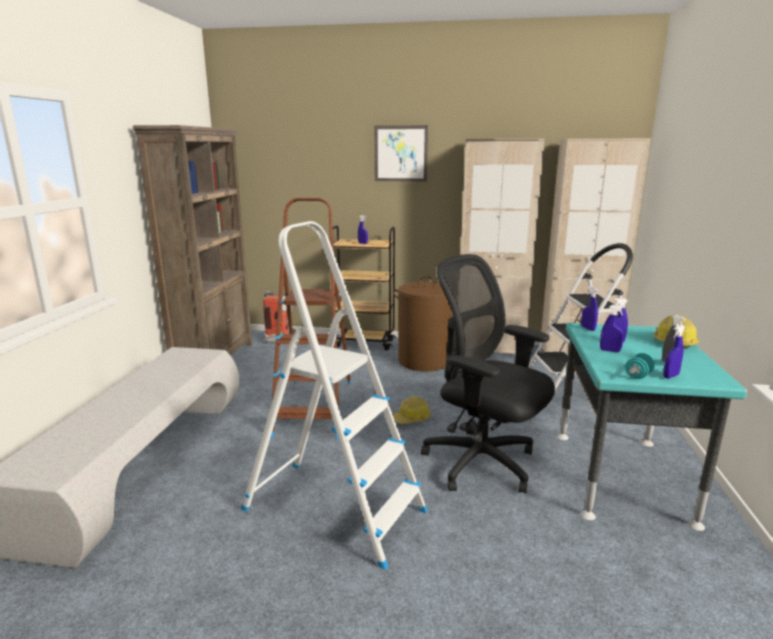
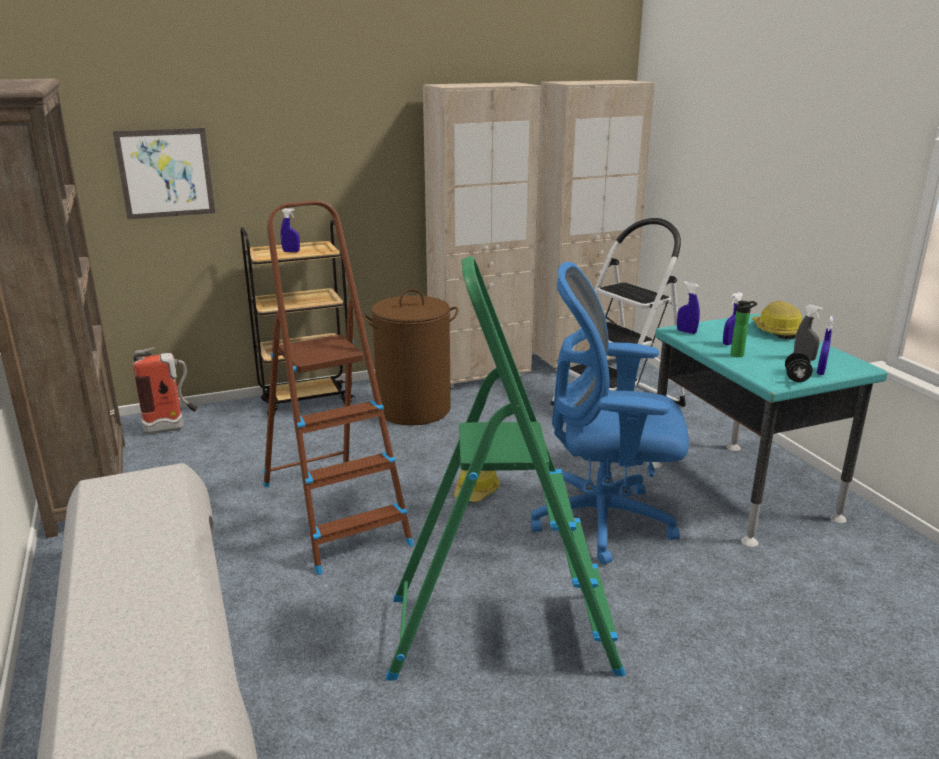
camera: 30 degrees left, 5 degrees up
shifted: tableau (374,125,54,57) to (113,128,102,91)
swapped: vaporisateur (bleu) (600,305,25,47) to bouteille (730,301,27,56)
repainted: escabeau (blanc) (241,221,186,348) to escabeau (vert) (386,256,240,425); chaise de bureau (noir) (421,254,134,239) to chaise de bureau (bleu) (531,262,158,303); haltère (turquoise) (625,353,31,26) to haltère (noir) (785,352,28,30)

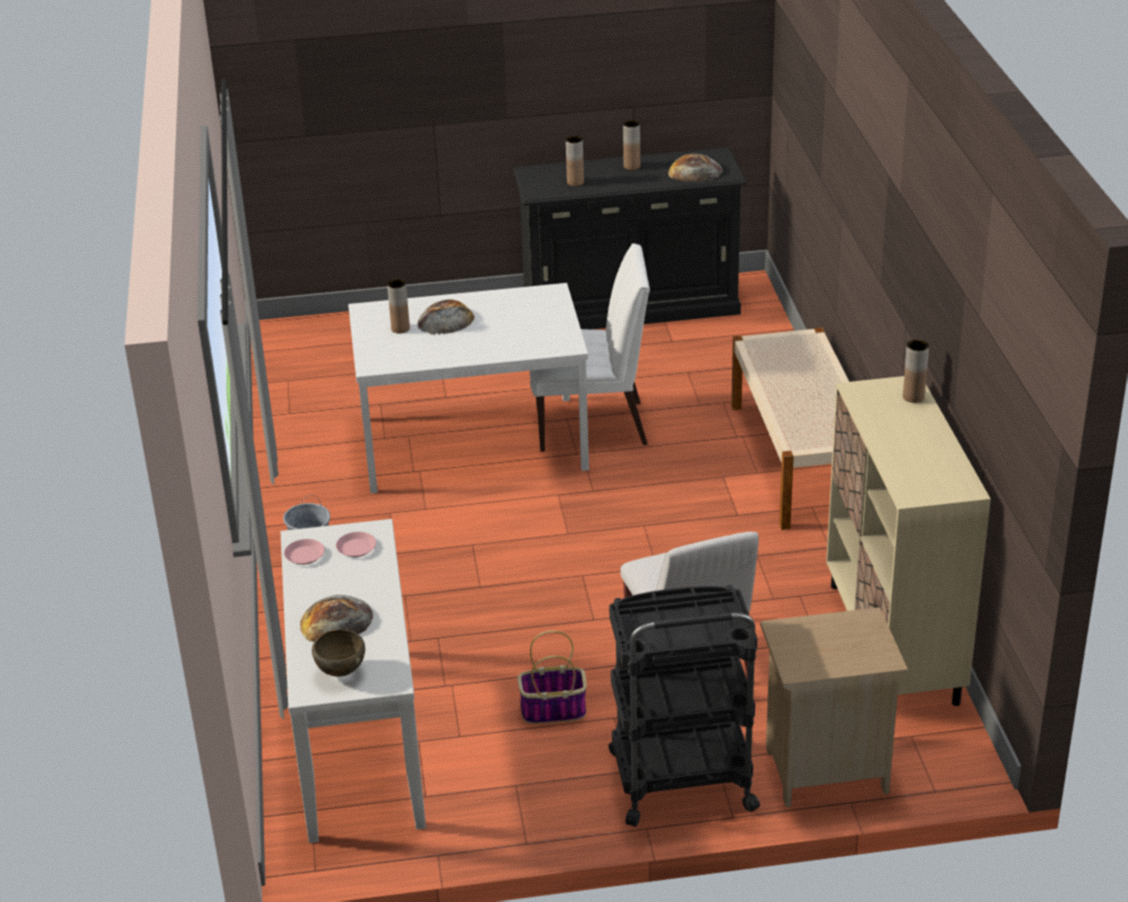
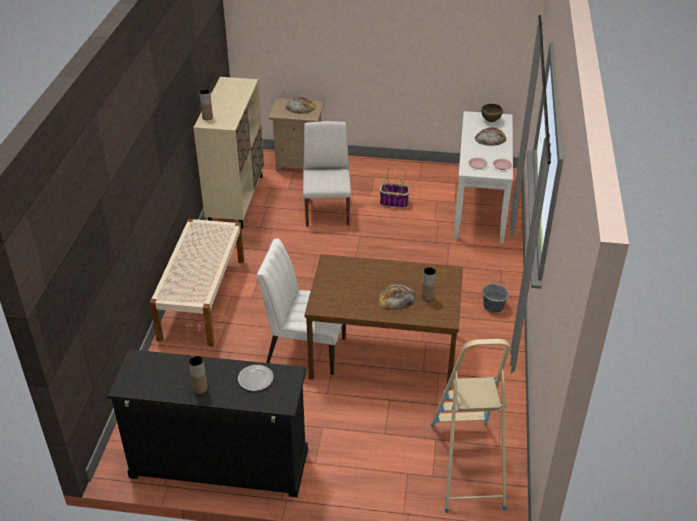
camera: 165 degrees left, 5 degrees up
gone: chariot (noir) (609,585,151,242)
new: escabeau (beige) (431,339,79,174)
shifted: pain (668,153,55,28) to (285,97,31,17)
swapped: vase (marron) (566,136,18,50) to assiette (238,365,36,26)
repainted: table à manger (blanc) (348,283,241,210) to table à manger (marron) (305,254,158,136)

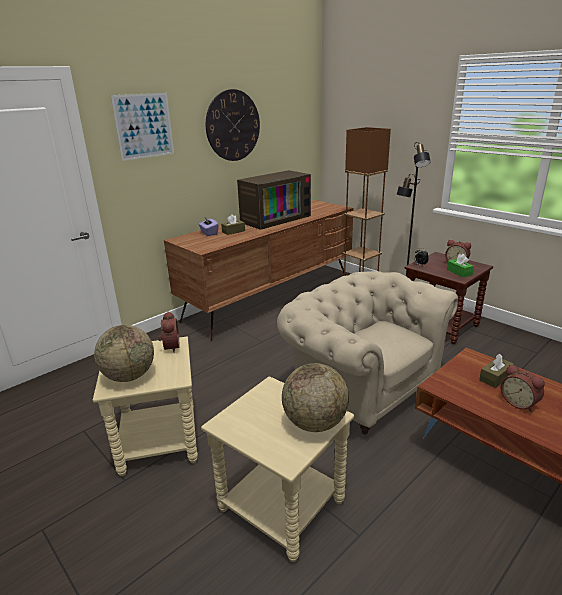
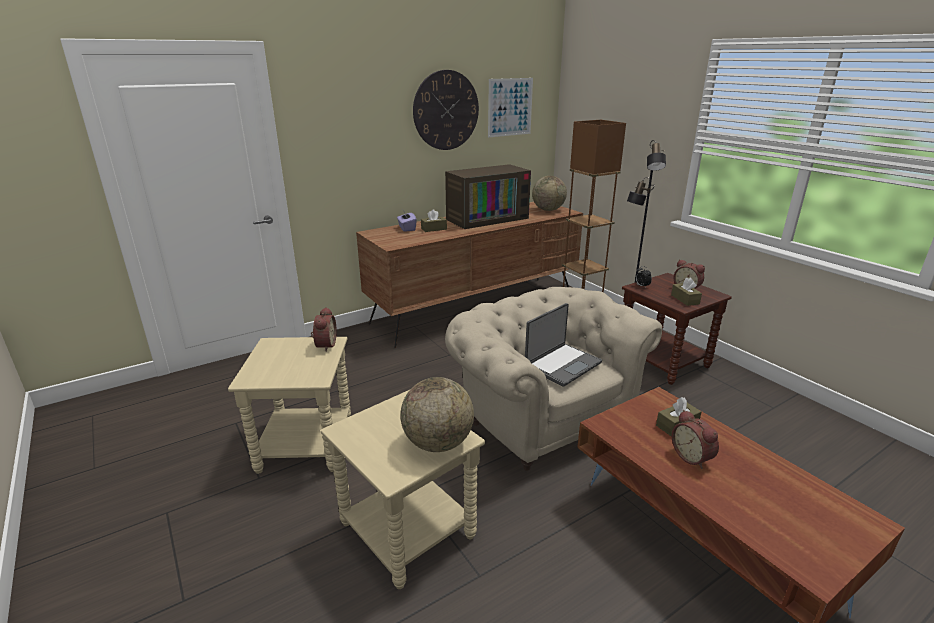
camera: 10 degrees right, 0 degrees up
new: ordinateur portable (525,303,77,84)
shifted: globe (94,325,60,57) to (532,176,35,35); tableau (111,93,63,68) to (488,78,45,60)
repainted: boîte à mouchoirs (vert) (447,254,27,23) to boîte à mouchoirs (marron) (671,278,31,28)

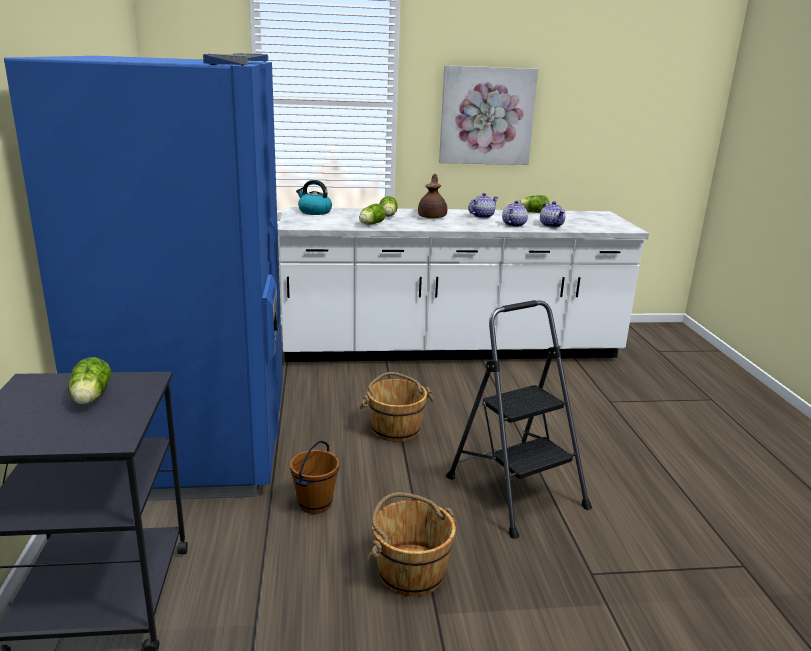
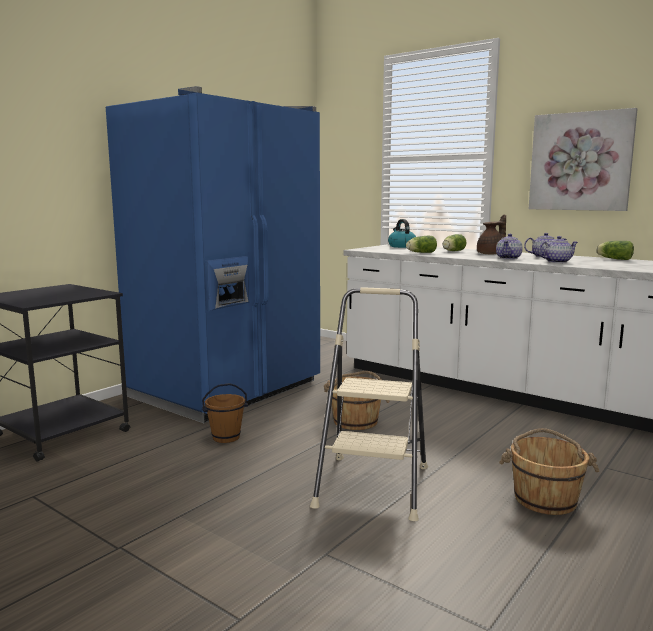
camera: 45 degrees right, 10 degrees down
gone: laitue (68,357,43,48)
shifted: seau (marron) (367,492,90,104) to (499,428,100,87); théière (540,201,26,27) to (496,234,27,25)
repainted: escabeau (noir) (446,300,146,239) to escabeau (beige) (310,287,118,234)

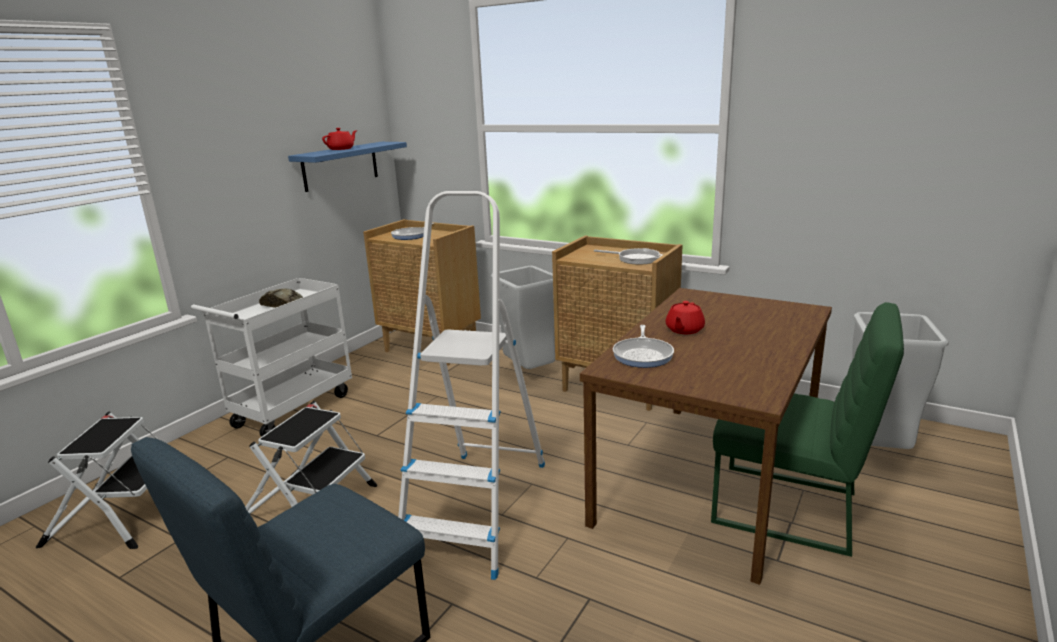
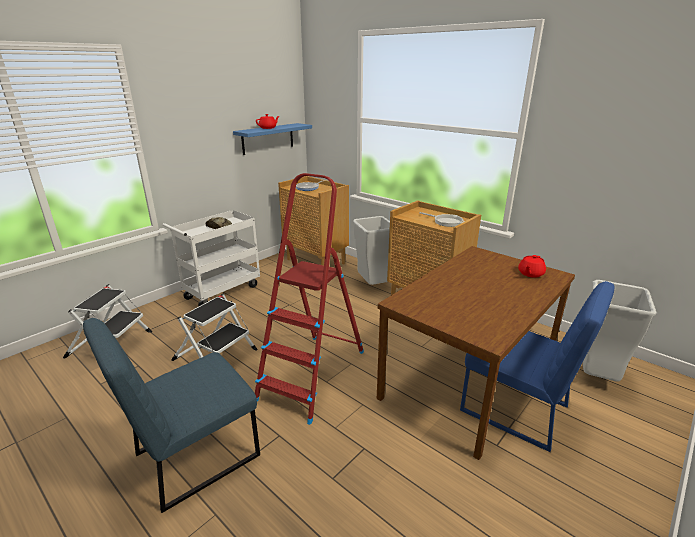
camera: 10 degrees right, 5 degrees up
gone: poêle (613,325,61,43)
shifted: théière (rouge) (665,301,40,33) to (518,255,28,23)
repainted: escabeau (blanc) (398,191,147,389) to escabeau (rouge) (255,173,109,252); chaise (vert) (711,302,193,255) to chaise (bleu) (460,281,154,171)

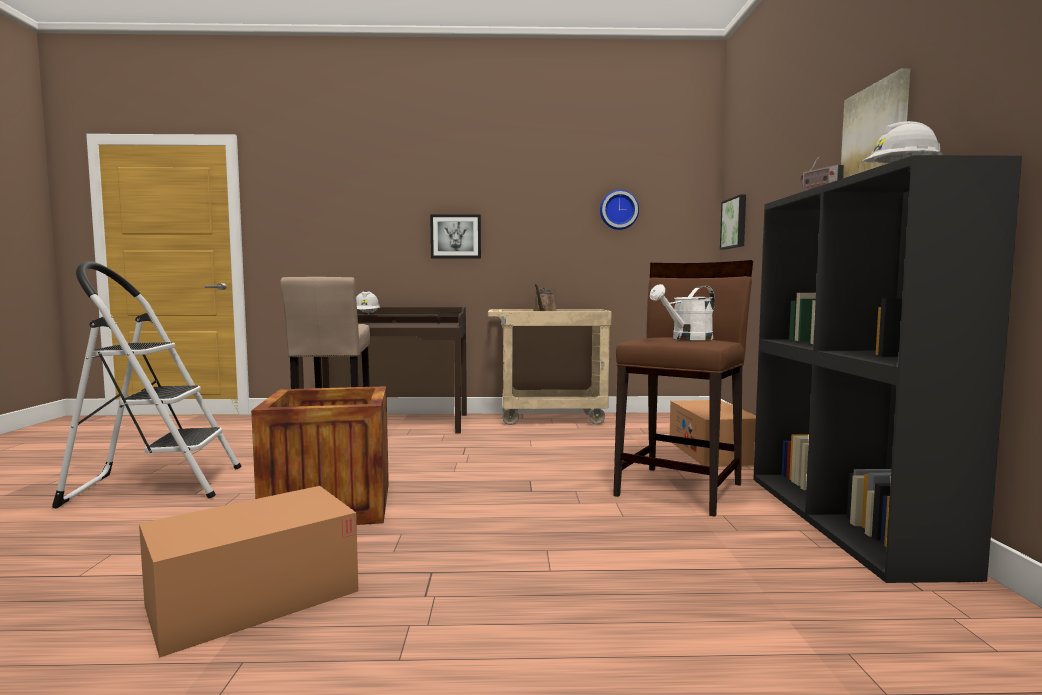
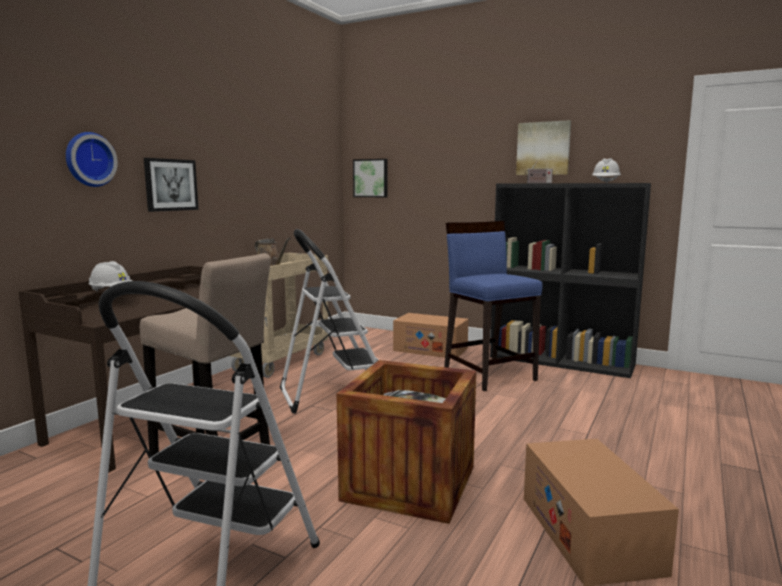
camera: 60 degrees left, 5 degrees up
gone: arrosoir (blanc) (650,284,65,56)
new: escabeau (280,229,98,185)
shifted: horloge murale (600,190,39,40) to (66,132,52,55)
repainted: tabouret (marron) (613,260,140,257) to tabouret (bleu) (444,221,99,170)

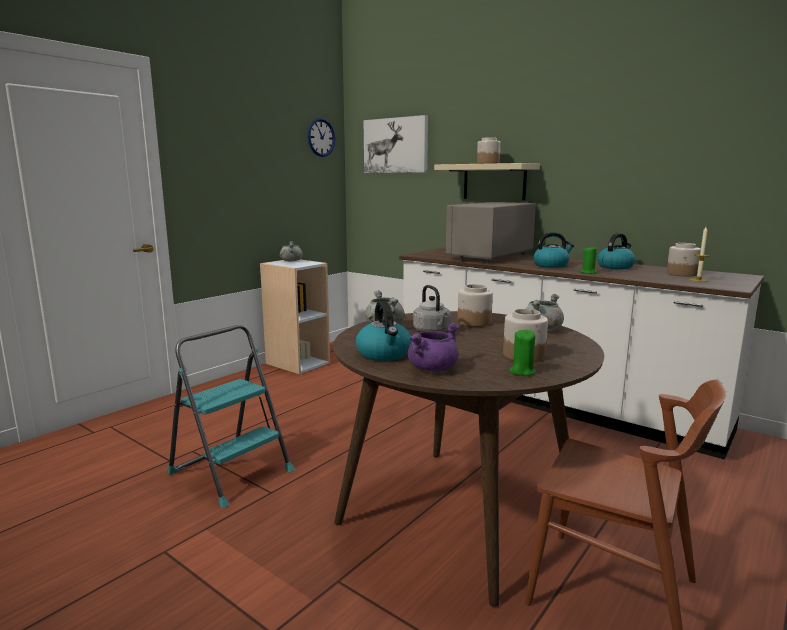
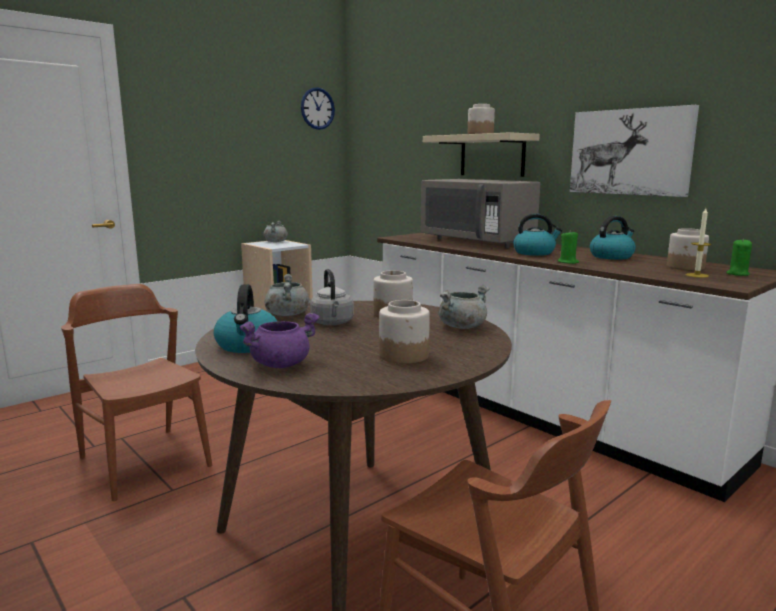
camera: 10 degrees right, 0 degrees up
shifted: tableau (364,115,64,58) to (570,105,129,92); bougie (vert) (510,329,26,47) to (726,238,26,38)
swapped: escabeau (turquoise) (168,325,127,183) to chaise (marron) (61,284,151,217)
rotated: micro-ondes (gris) (446,202,90,62) = (421,179,119,69) 90 degrees counterclockwise

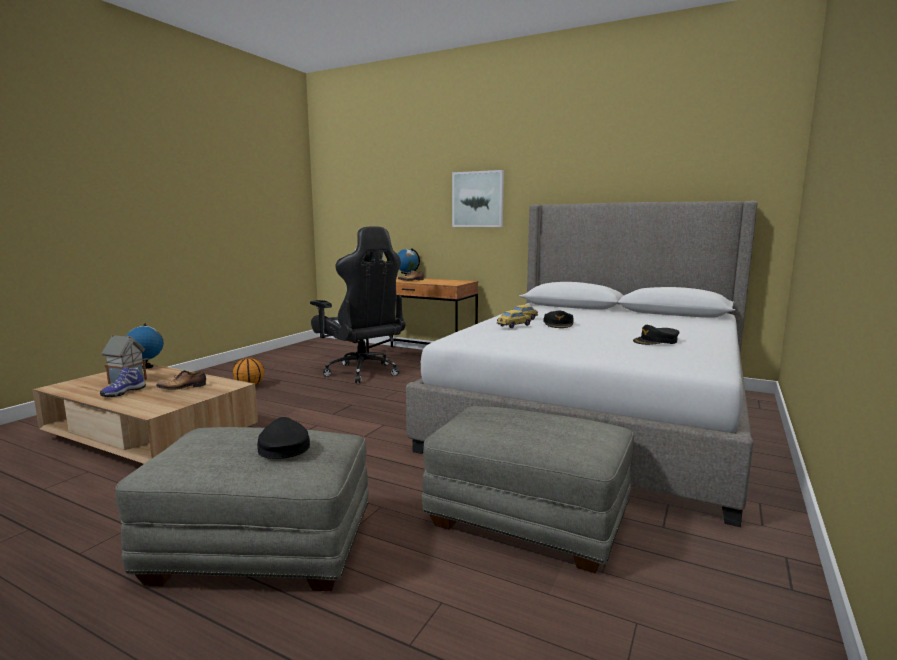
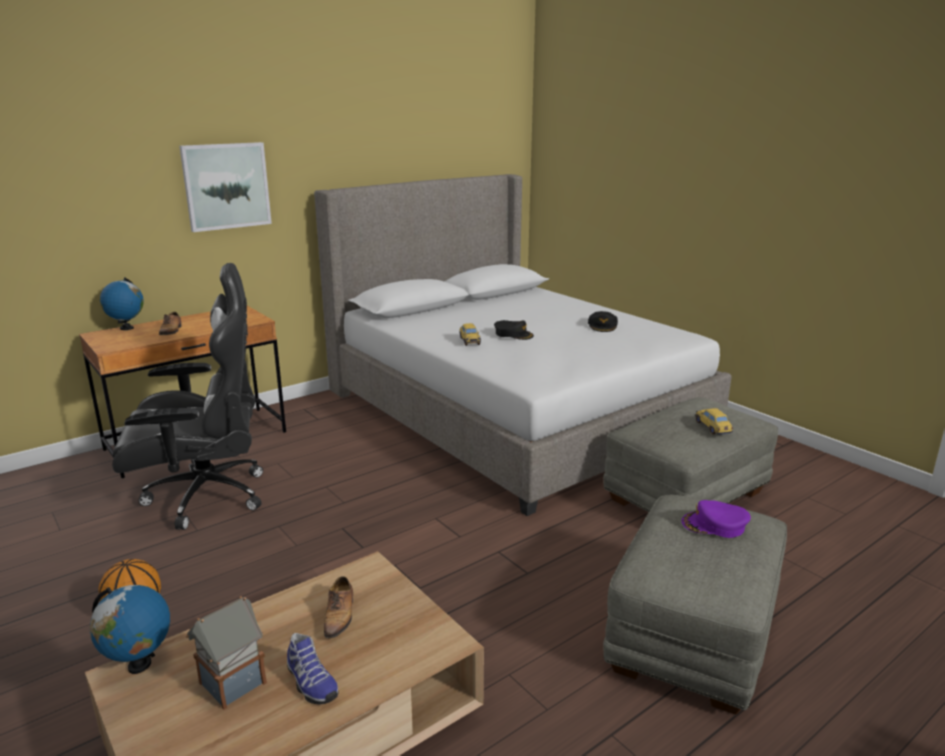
camera: 65 degrees left, 10 degrees up
shifted: petite voiture (497,310,34,18) to (695,408,38,26)
repainted: casquette (noir) (257,417,53,42) to casquette (violet) (682,500,69,38)

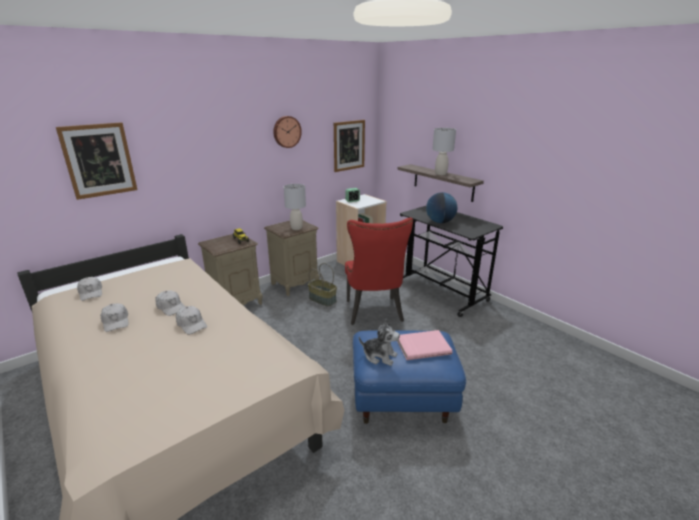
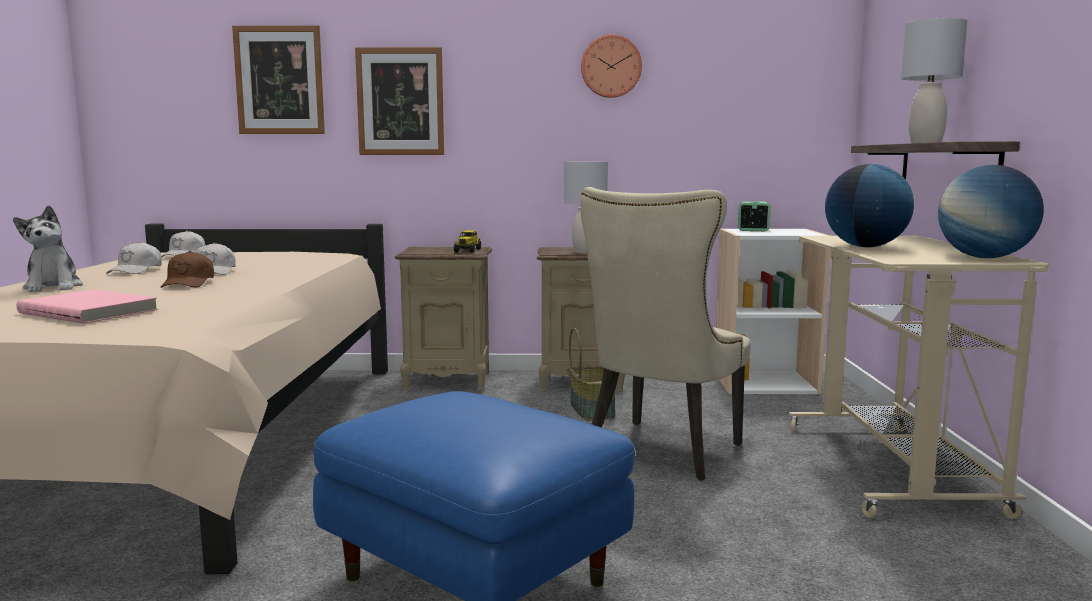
camera: 40 degrees right, 15 degrees down
new: globe (938,165,106,93)
shifted: tableau (334,120,31,52) to (355,47,89,108); peluche (359,319,41,47) to (13,205,70,87); livre (rose) (397,330,56,30) to (16,289,142,35)
repainted: casquette (blanc) (176,306,31,28) to casquette (marron) (160,251,54,37); chaise (rouge) (345,218,68,107) to chaise (beige) (581,187,170,294); bureau (noir) (400,206,103,111) to bureau (beige) (789,236,260,283)

